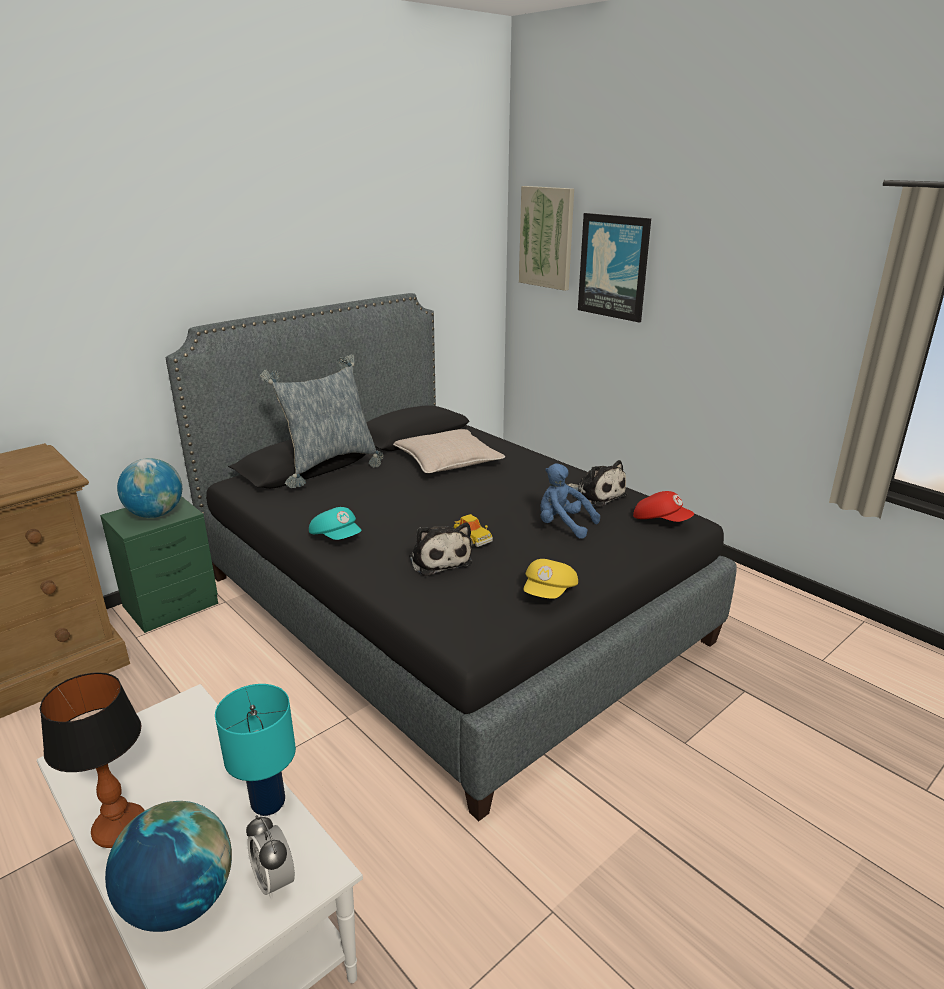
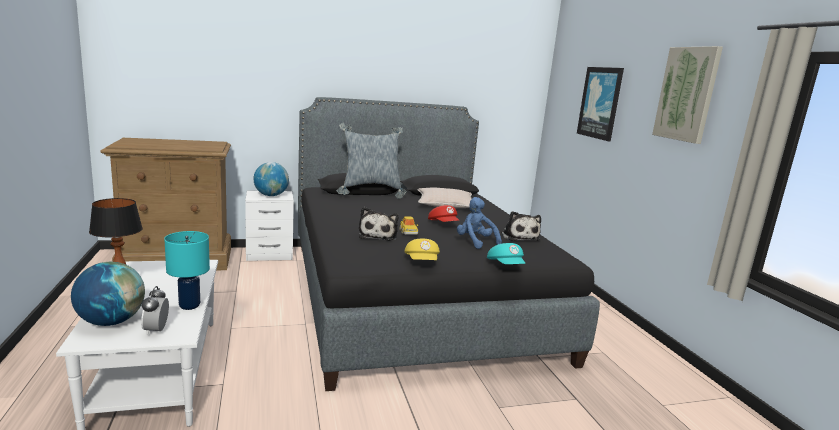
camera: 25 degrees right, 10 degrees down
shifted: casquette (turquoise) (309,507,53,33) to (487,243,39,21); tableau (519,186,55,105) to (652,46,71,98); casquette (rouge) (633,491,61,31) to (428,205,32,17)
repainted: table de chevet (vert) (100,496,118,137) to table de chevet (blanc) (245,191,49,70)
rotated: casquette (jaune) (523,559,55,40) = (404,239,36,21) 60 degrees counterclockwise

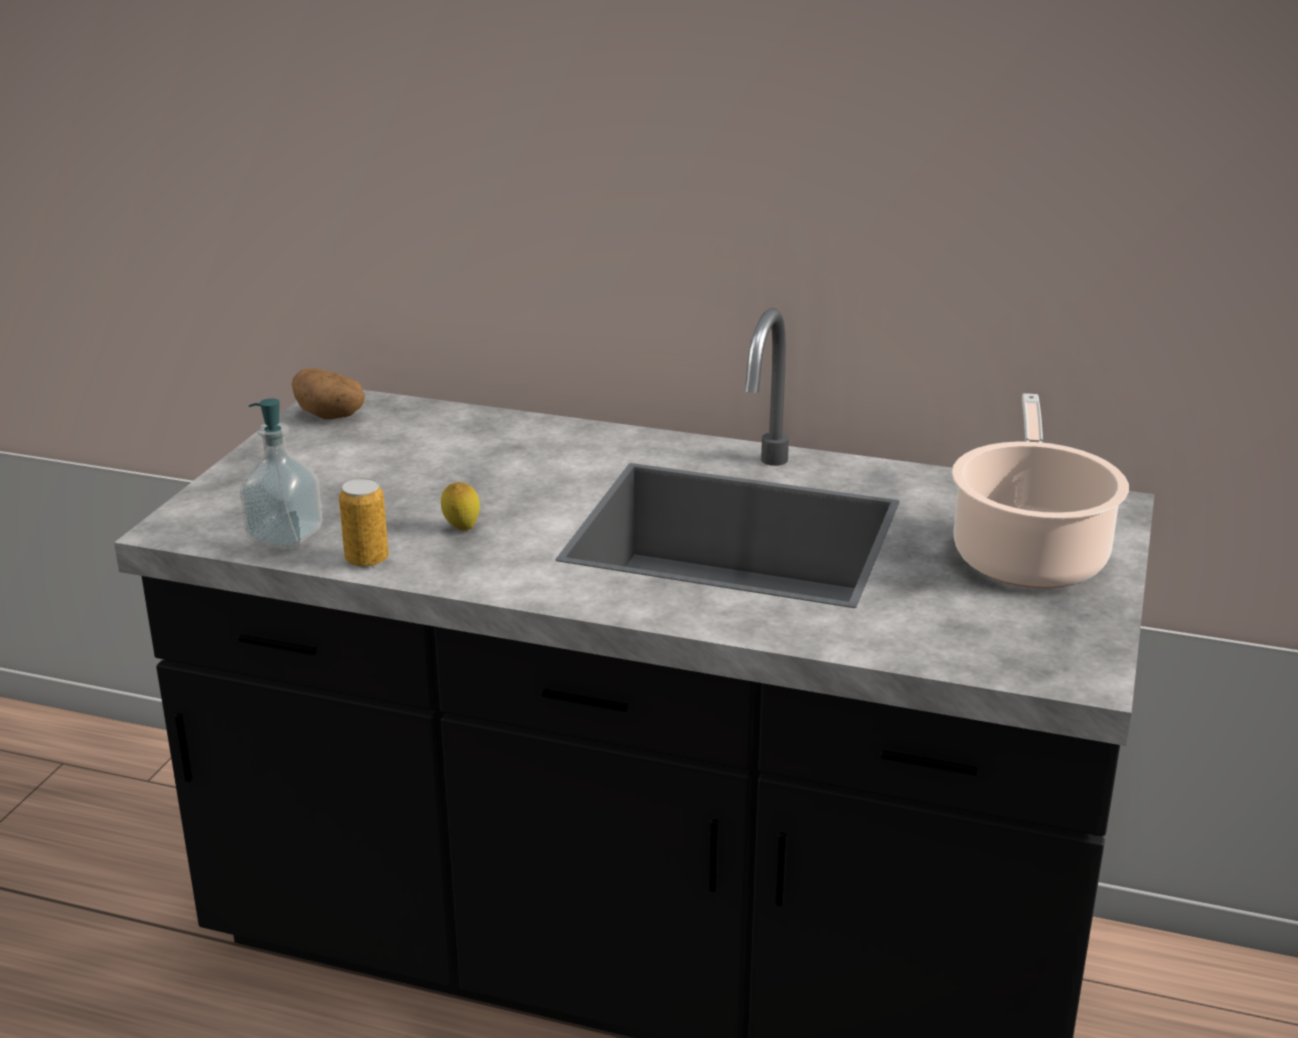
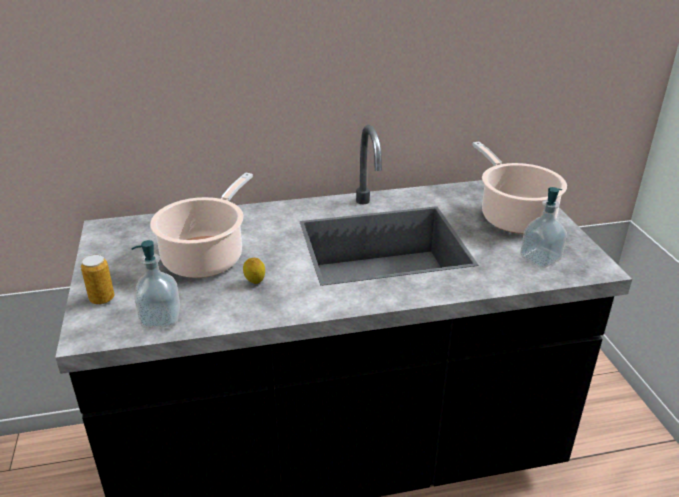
camera: 30 degrees left, 5 degrees up
gone: pomme de terre (291,368,74,52)
new: marmite (150,173,103,105); distributeur de savon (520,187,47,81)
shifted: boîte métallique (339,478,50,90) to (81,254,34,51)

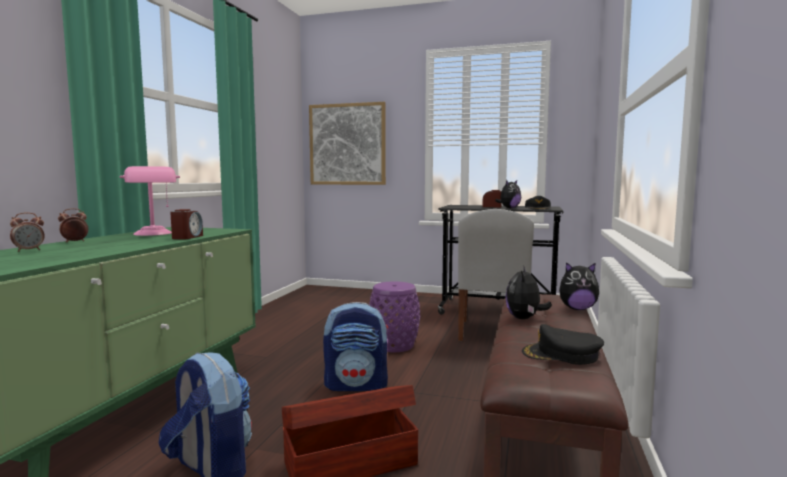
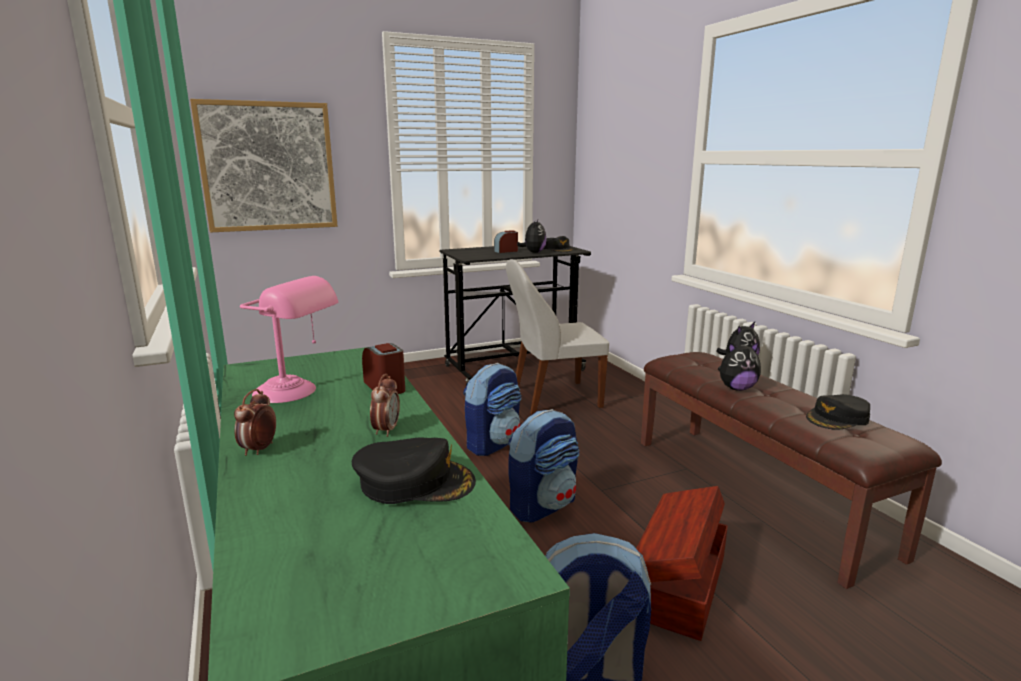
camera: 40 degrees left, 10 degrees up
new: casquette (noir) (352,438,124,66)
shifted: réveil (10,212,35,40) to (370,374,30,63)
swapped: tabouret (violet) (369,282,51,70) to sac à dos (463,363,59,93)
rotated: chaise (blanc) (458,209,76,132) = (506,259,103,156) 105 degrees clockwise; peluche (505,265,47,54) = (718,342,43,49) 75 degrees counterclockwise

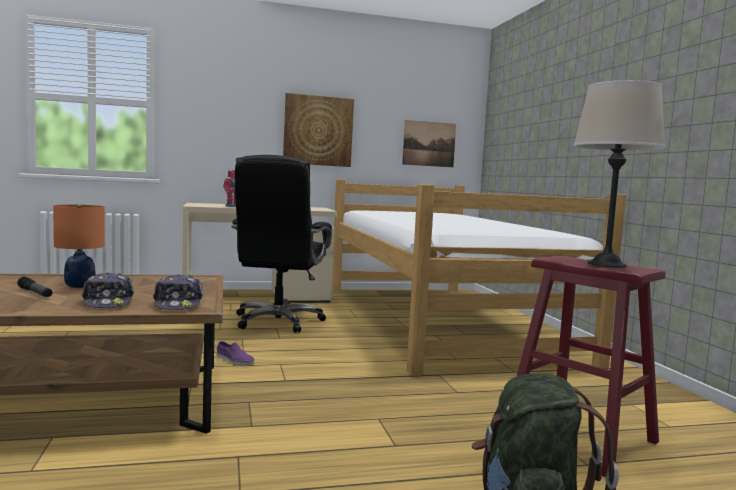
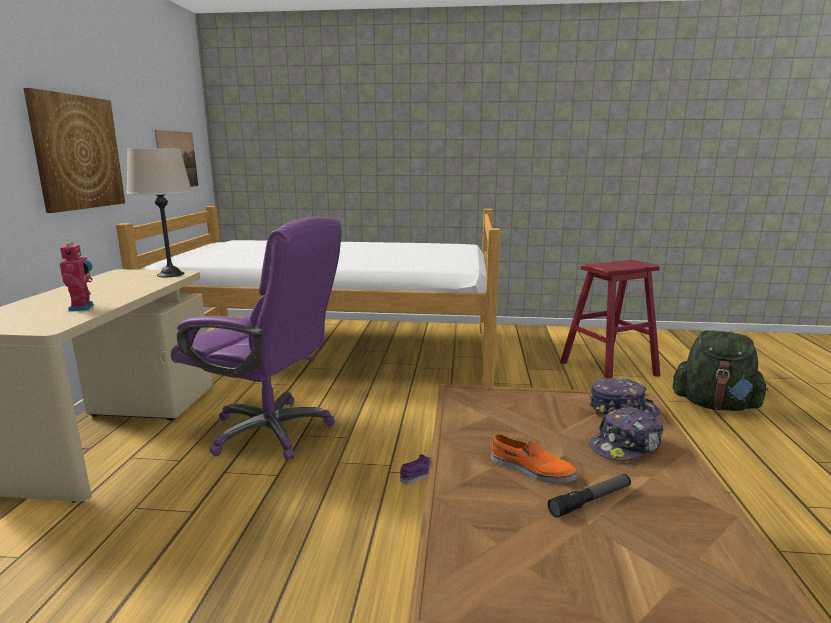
camera: 70 degrees left, 10 degrees up
shifted: lampe de table (beige) (574,80,92,188) to (126,148,66,129)
swapped: lampe de table (orange) (53,204,52,84) to chaussure (orange) (491,434,86,50)
repainted: chaise de bureau (noir) (232,155,100,178) to chaise de bureau (violet) (171,217,171,243)
rotated: casquette (82,272,52,36) = (589,408,74,53) 150 degrees clockwise

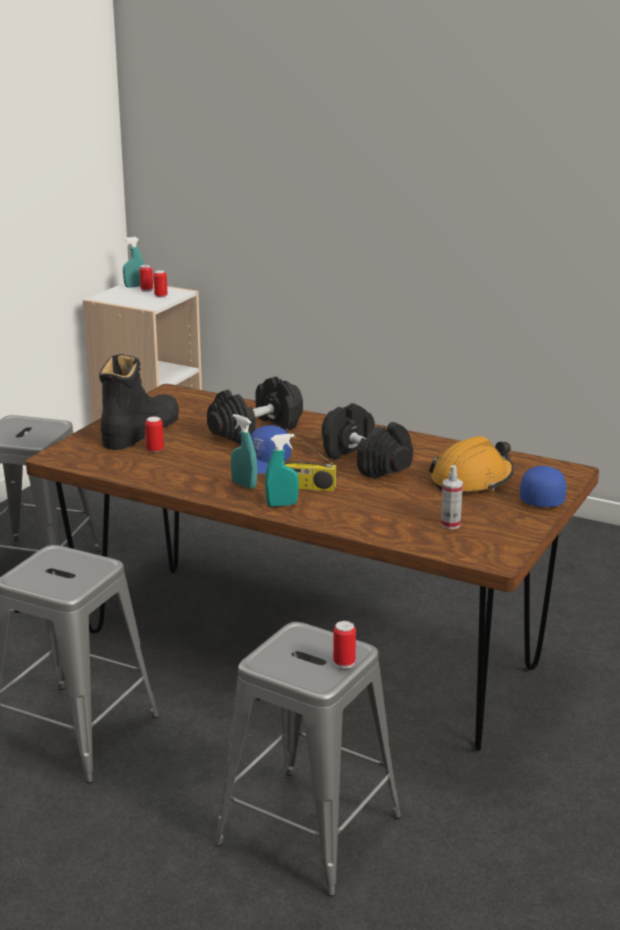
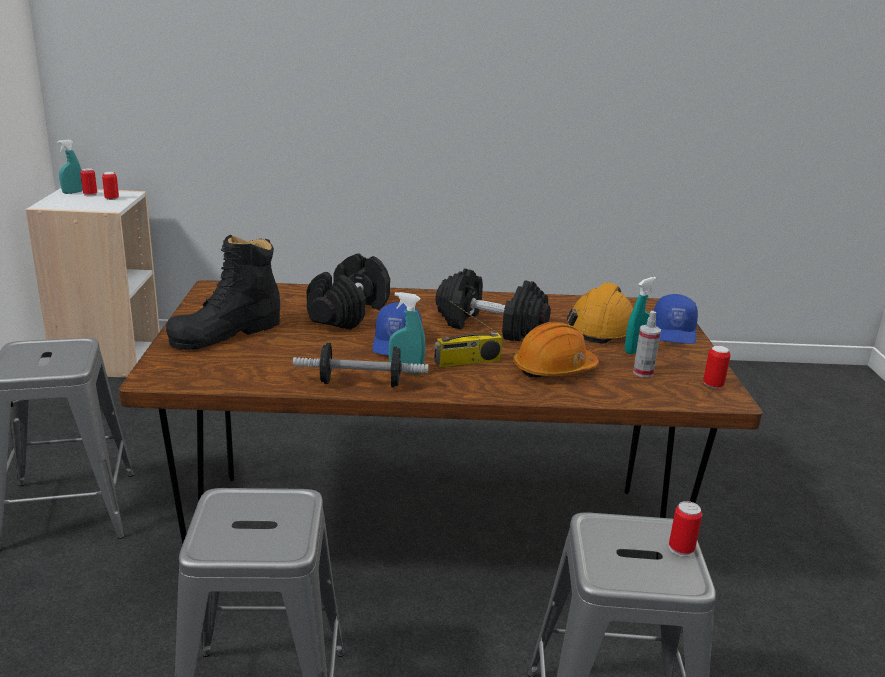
camera: 30 degrees left, 0 degrees up
new: haltère (293,343,136,45); casque de chantier (orange) (513,322,86,56)
shifted: boîte métallique (145,416,19,36) to (703,346,28,42); vaporisateur (turquoise) (265,434,34,73) to (625,277,31,77)
rotated: botte (noir) (99,354,80,96) = (166,234,114,116) 135 degrees counterclockwise; casquette (bleu) (520,466,46,41) = (654,294,44,50) 150 degrees counterclockwise

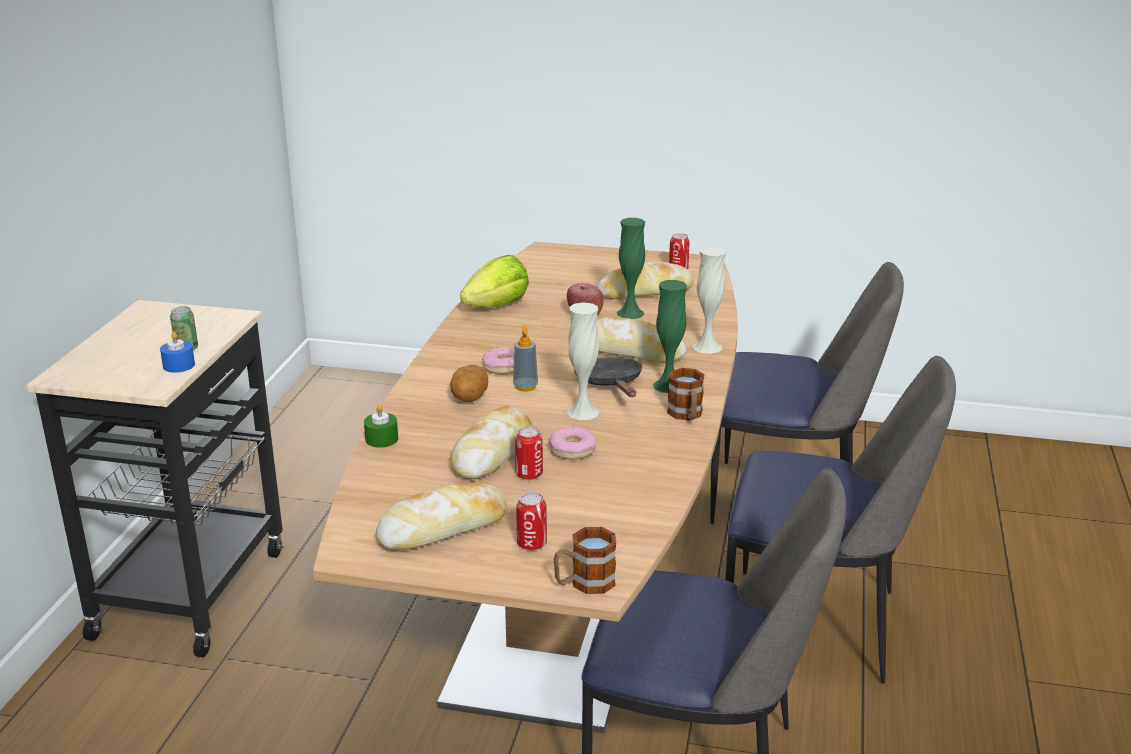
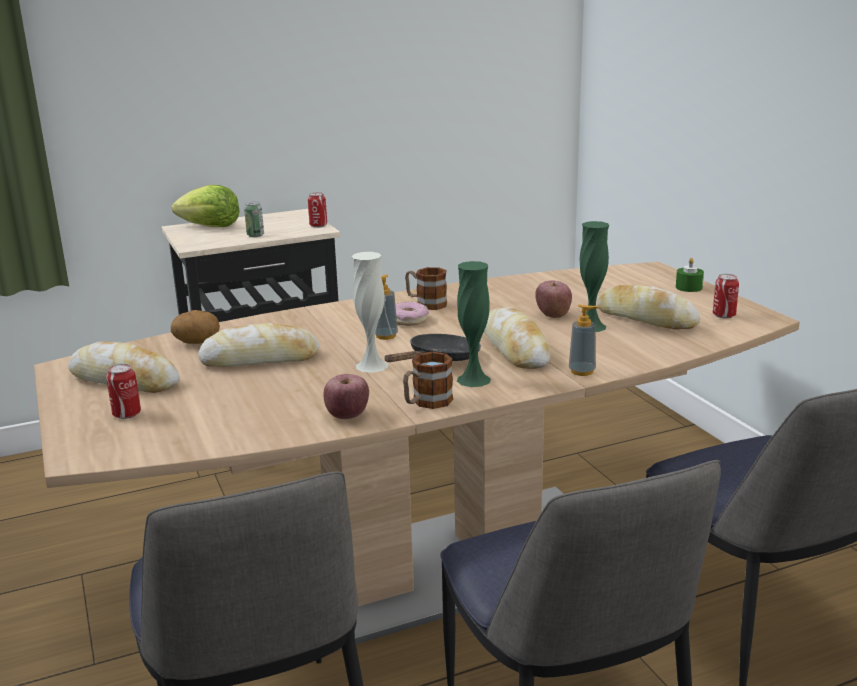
camera: 55 degrees right, 5 degrees down
gone: bougie (bleu) (160,332,35,41); beignet (549,426,47,33)
new: pomme (324,374,45,45)
shifted: bougie (vert) (364,405,34,43) to (676,257,28,35); pomme de terre (450,365,38,37) to (171,310,49,34); laitue (460,255,69,53) to (172,185,68,42); boîte métallique (515,426,28,54) to (308,192,19,36); mug (554,527,62,67) to (405,267,42,43)
swapped: vase (blanc) (693,247,33,107) to distributeur de savon (569,305,30,71)

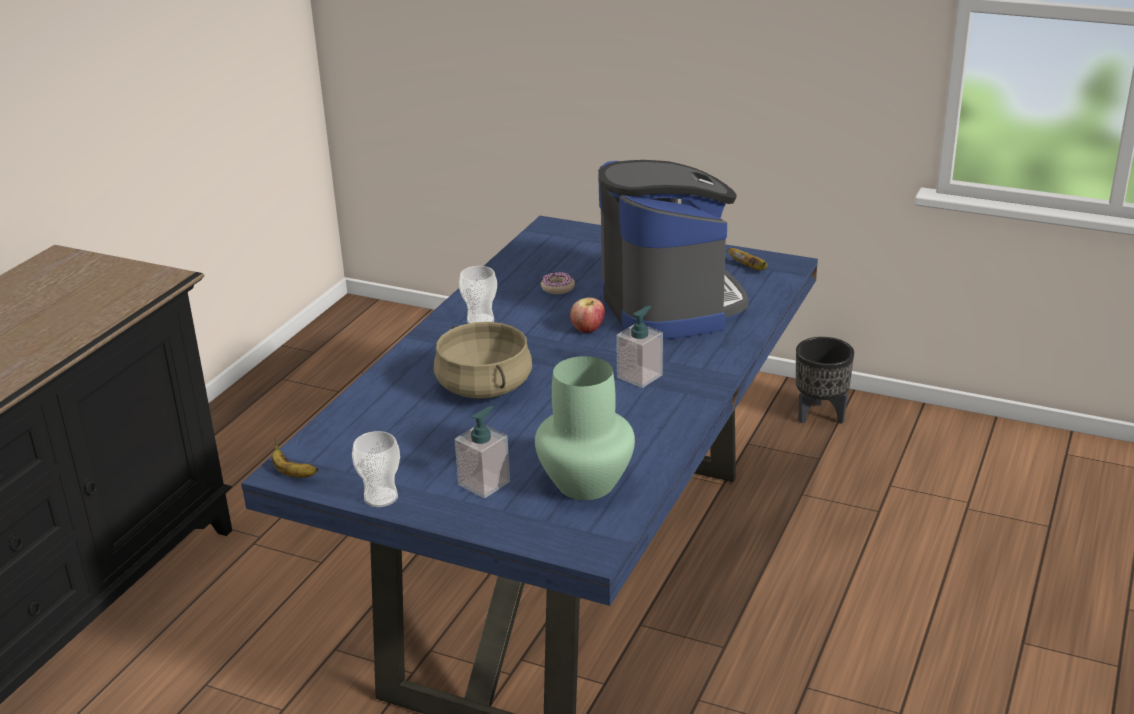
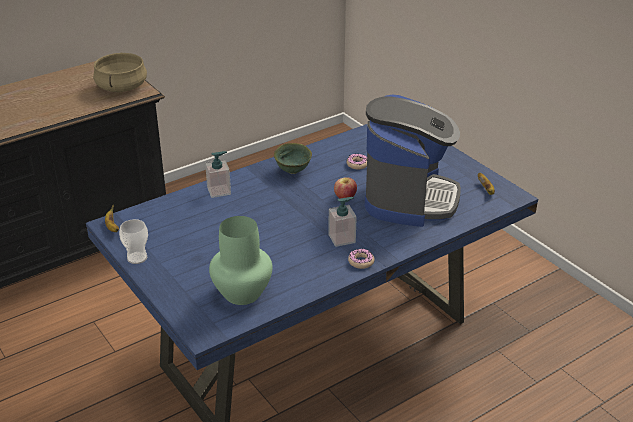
camera: 30 degrees right, 5 degrees up
gone: cache-pot (noir) (796,337,58,87)
new: beignet (348,249,26,20)
shifted: marmite (beige) (434,322,98,77) to (93,52,54,40); distributeur de savon (455,406,55,92) to (205,151,26,47)
swapped: tasse (459,266,38,58) to bol (vert) (274,143,38,31)

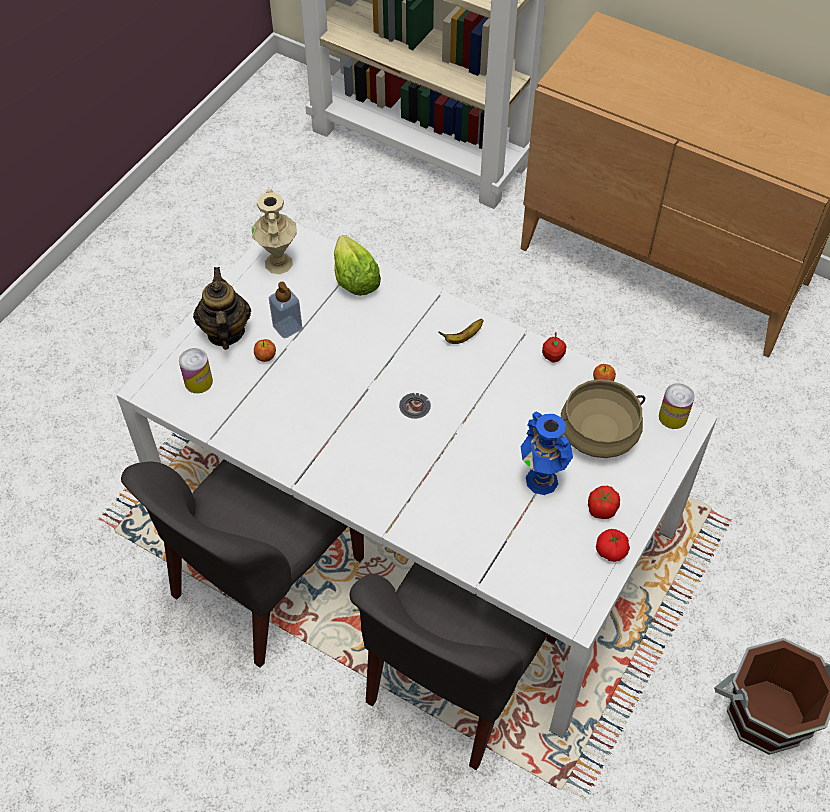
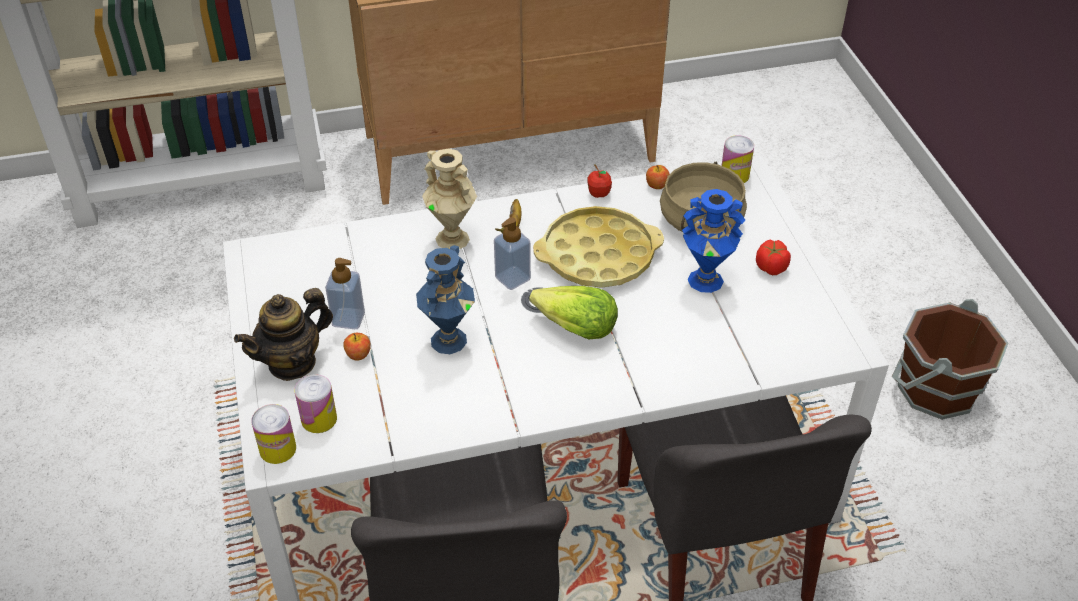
camera: 45 degrees left, 10 degrees down
gone: tomate (596,529,34,33)
new: boîte métallique (251,404,45,60); vase (bleu) (416,245,59,109); distributeur de savon (494,217,37,73); plateau (jaune) (533,206,131,82)
shifted: vase (beige) (252,189,45,85) to (422,148,55,101); laitue (334,235,47,61) to (529,286,89,53)
rotated: théière (193,267,58,83) = (234,288,99,93) 75 degrees counterclockwise

